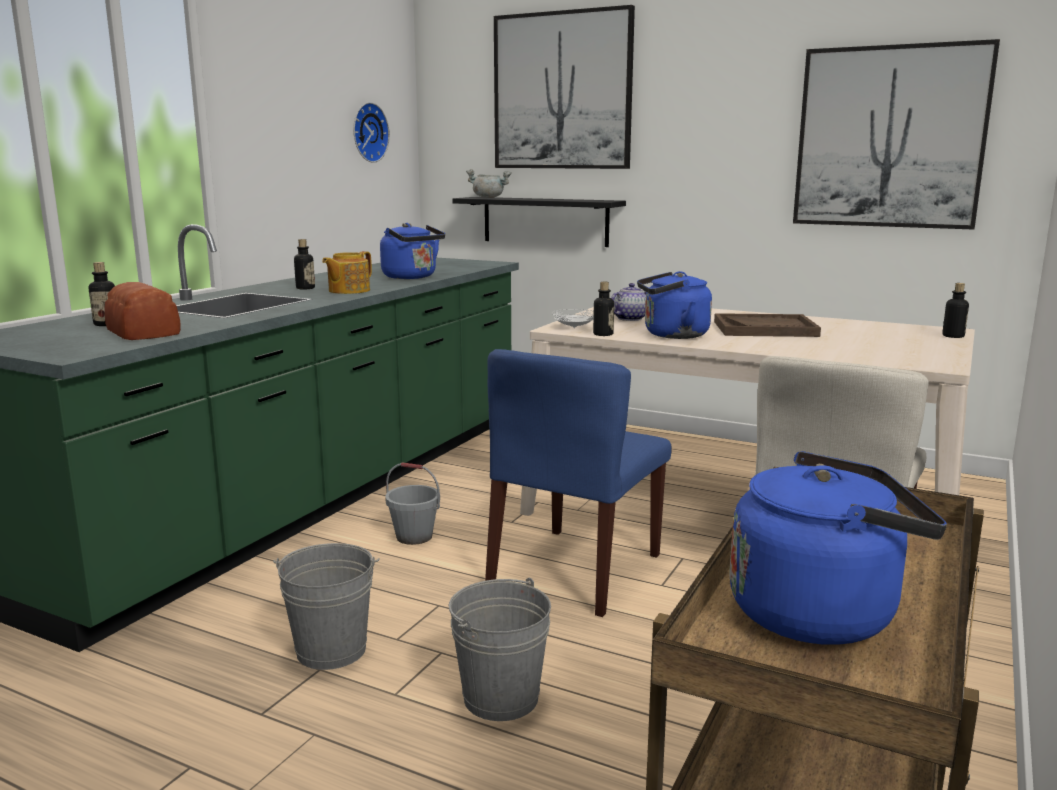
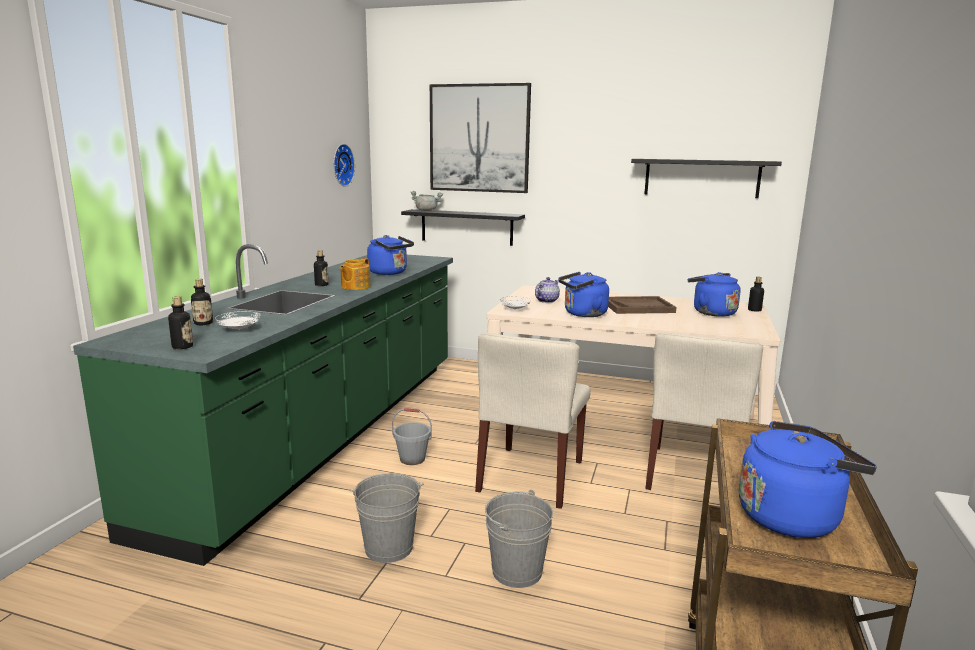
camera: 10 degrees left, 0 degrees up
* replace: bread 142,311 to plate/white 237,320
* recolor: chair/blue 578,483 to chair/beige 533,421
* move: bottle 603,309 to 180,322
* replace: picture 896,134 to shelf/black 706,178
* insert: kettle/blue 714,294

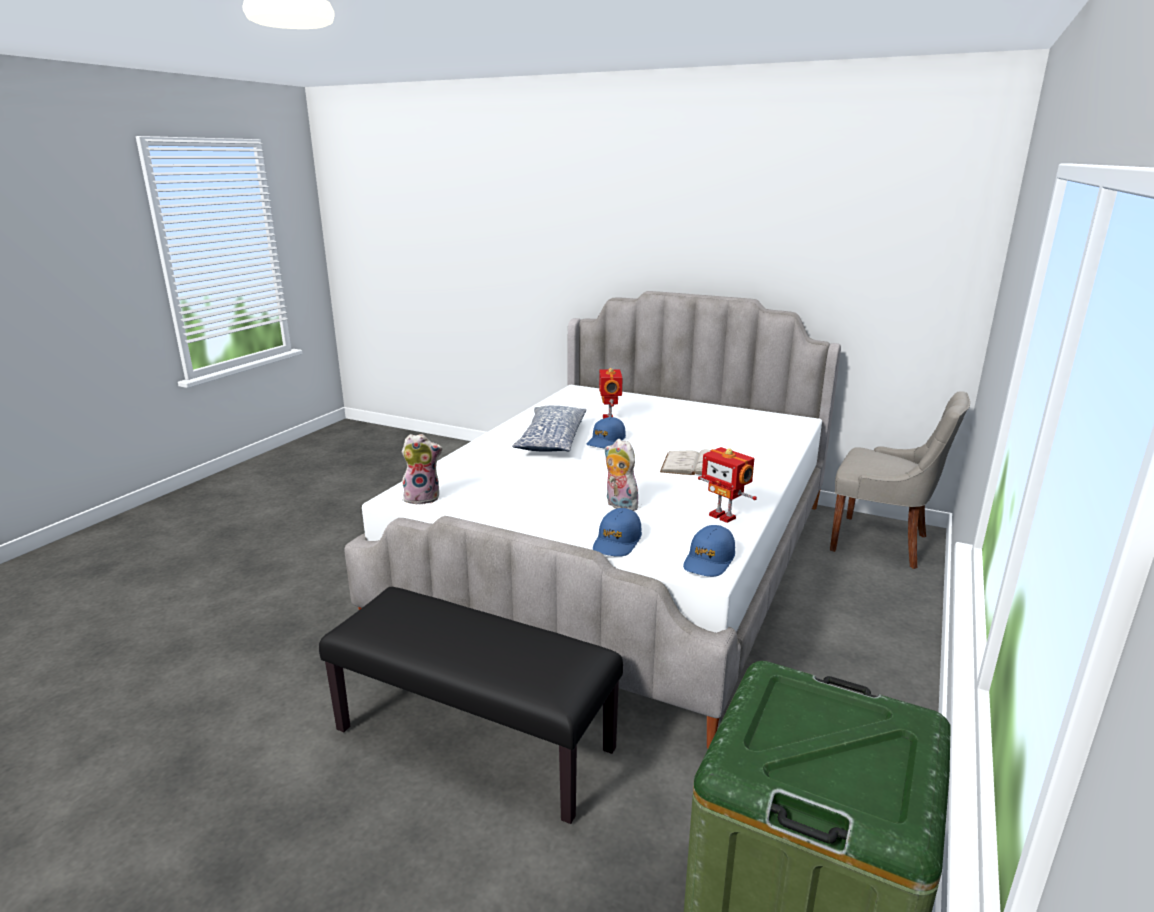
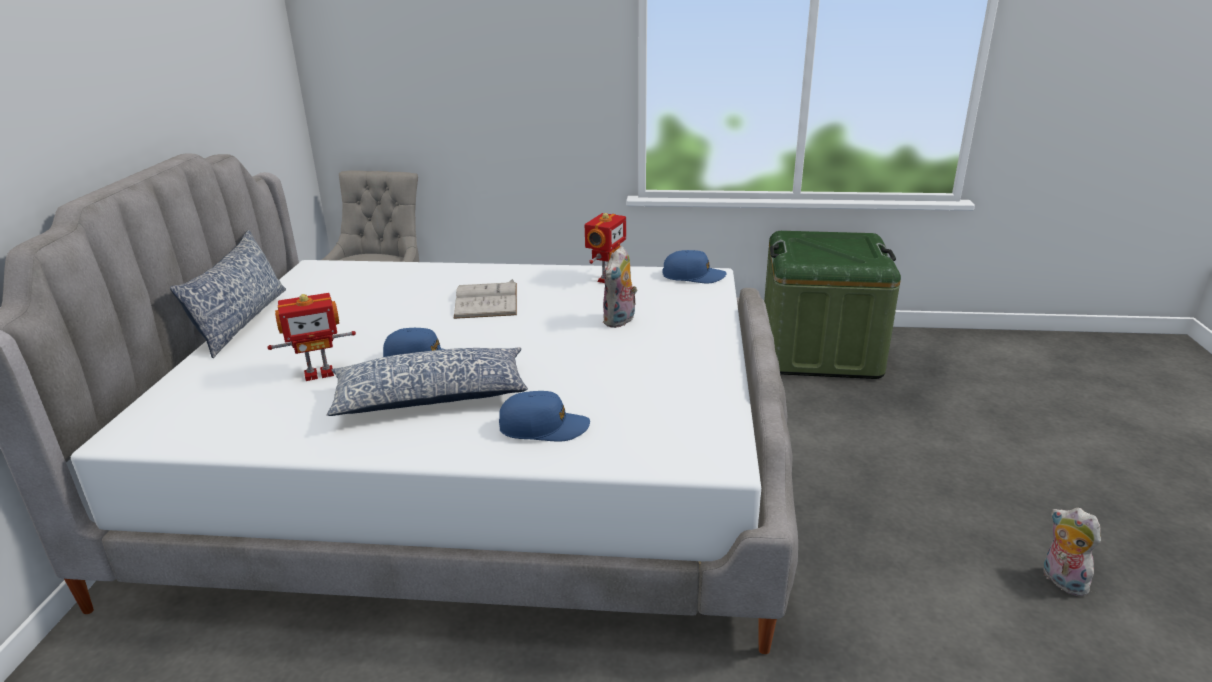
camera: 110 degrees left, 5 degrees up
* delete: bench/black 471,705
* move: plush toy 422,469 to 1072,552
* move: cap/blue 617,532 to 544,416
* insert: pillow 228,294

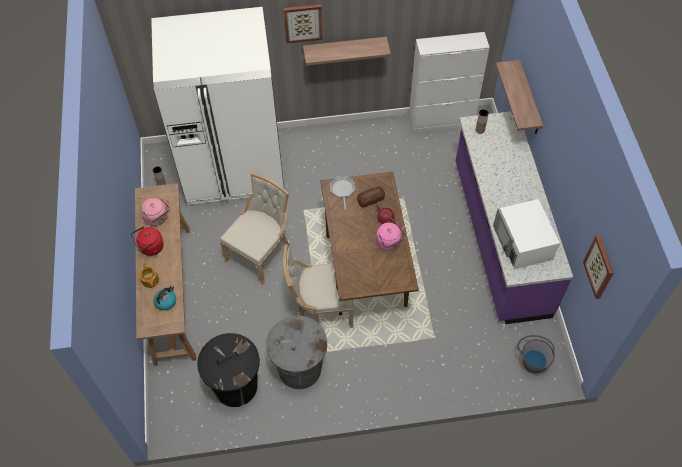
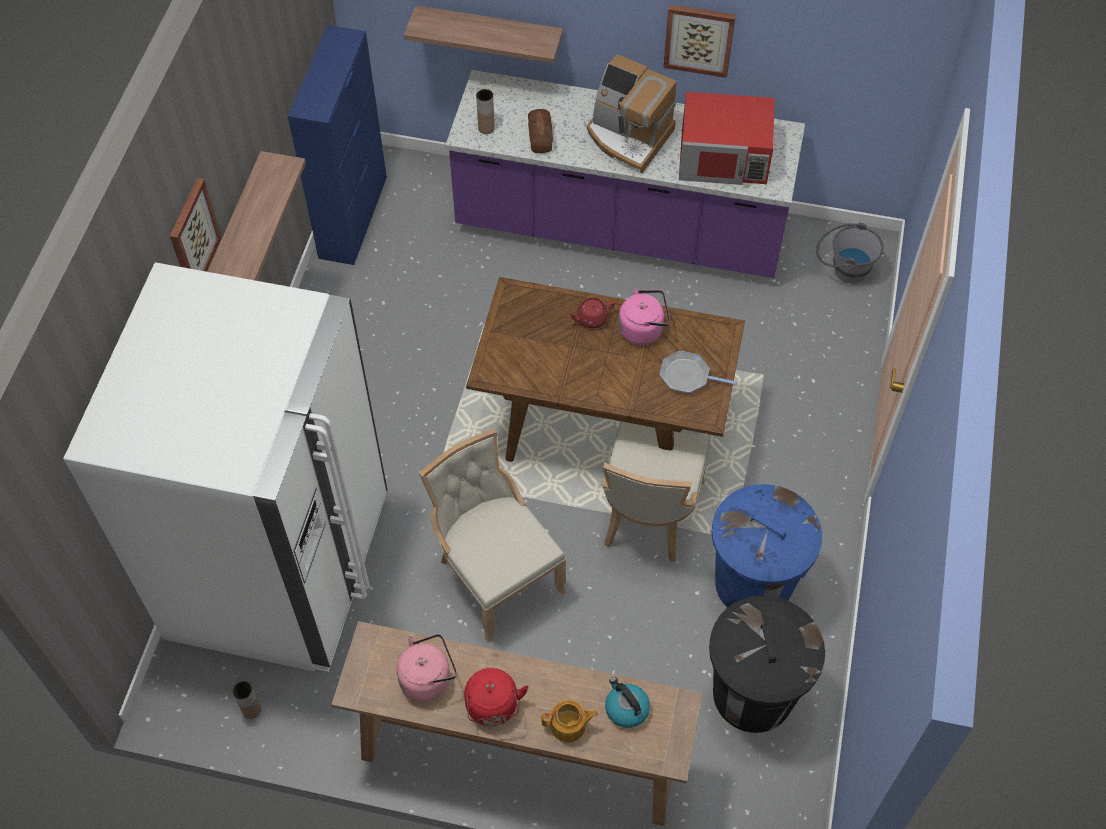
camera: 70 degrees left, 0 degrees up
* recolor: trash can/grey 296,352 to trash can/blue 767,546
* move: frying pan 342,193 to 699,372
* move: bread 371,197 to 540,131
* recolor: cabinet/white 449,82 to cabinet/blue 337,145
* recolor: microwave/white 526,234 to microwave/red 727,138
* move: picture 598,267 to 699,41
* insert: coffee machine 632,113

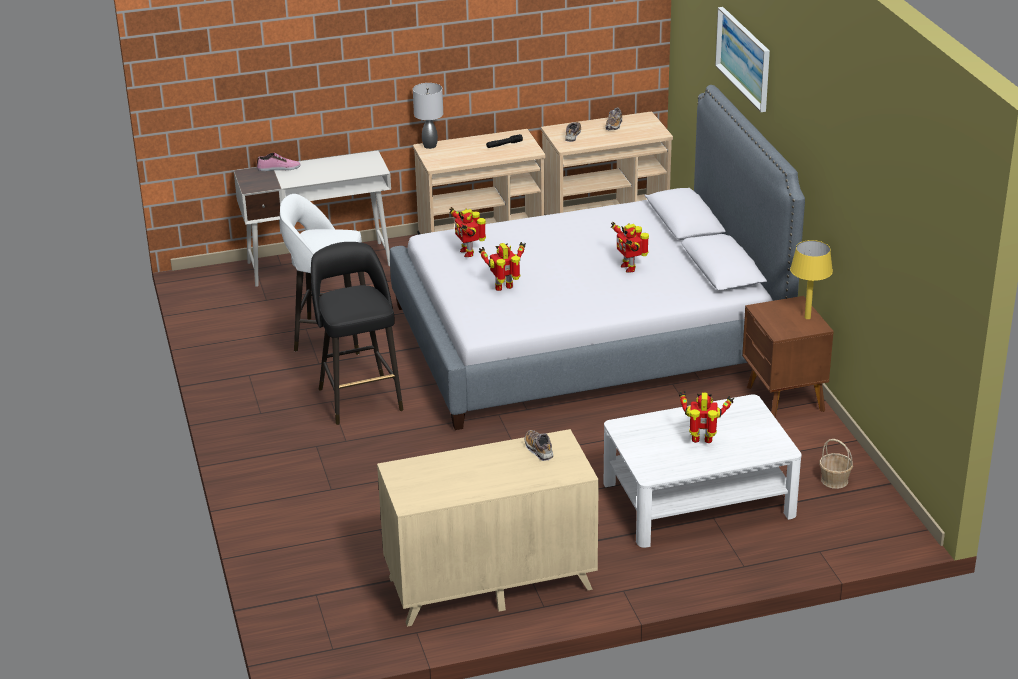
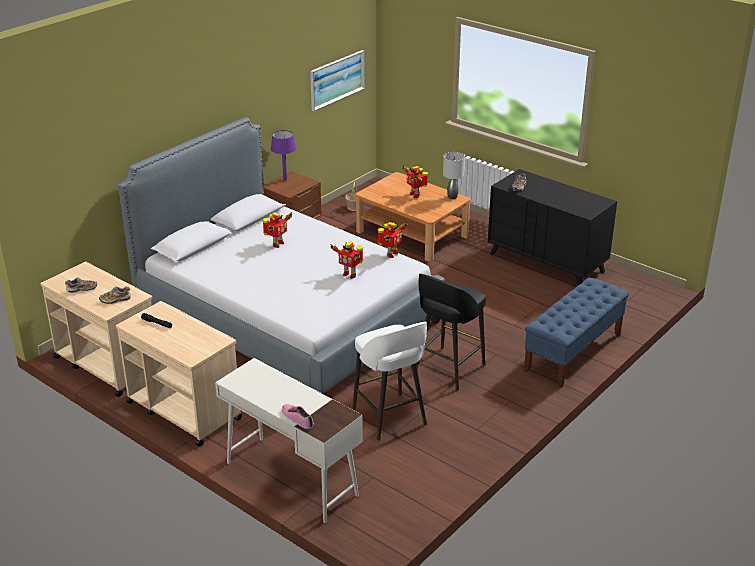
camera: 125 degrees left, 0 degrees up
* recolor: dresser/beige 488,528 to dresser/black 552,227
* move: table lamp/grey 428,116 to 454,175
* move: toy robot 467,232 to 392,240
* recolor: coffee table/white 703,471 to coffee table/brown 413,216
* move: picture 742,59 to 337,80
* recolor: table lamp/yellow 811,279 to table lamp/purple 284,155
* insert: bench/blue 576,333

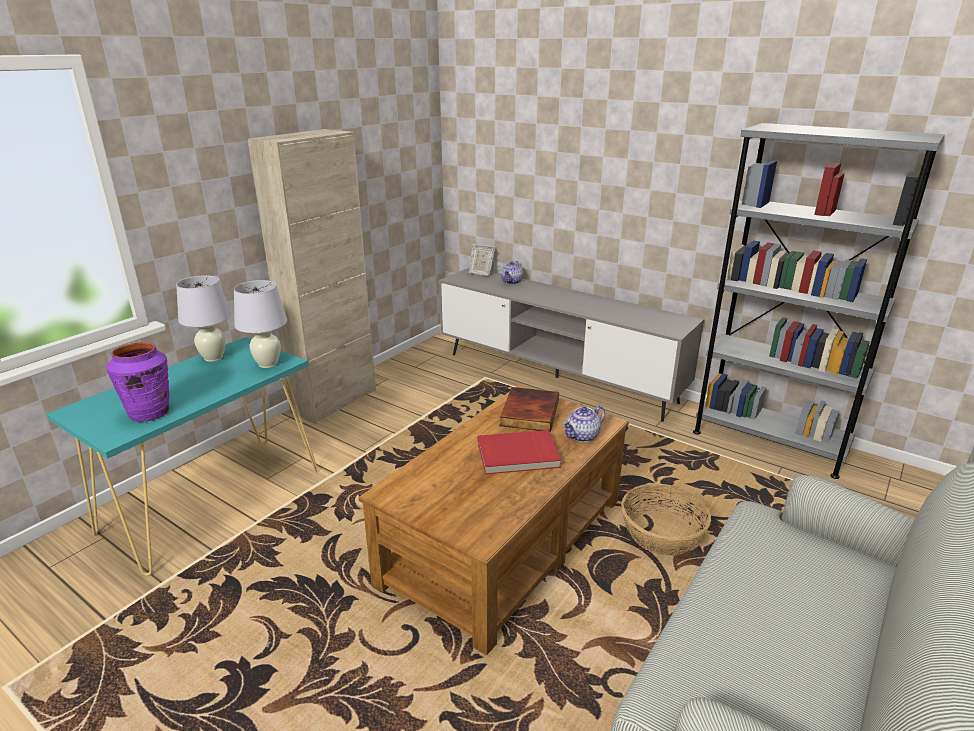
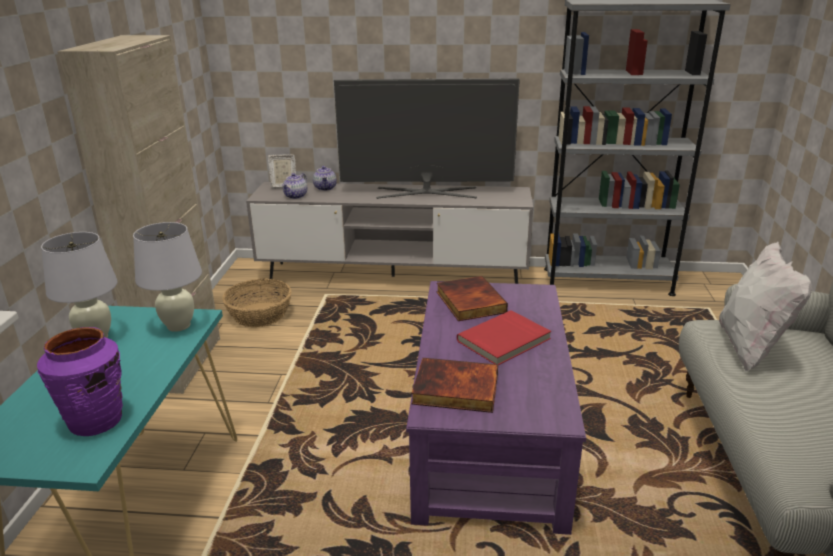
camera: 30 degrees left, 0 degrees up
* recolor: coffee table/brown 493,520 to coffee table/purple 496,408
* move: teapot 583,424 to 294,186
* move: basket 666,519 to 257,302
* insert: television 427,138
* insert: book 454,385
* insert: pillow/white 765,307

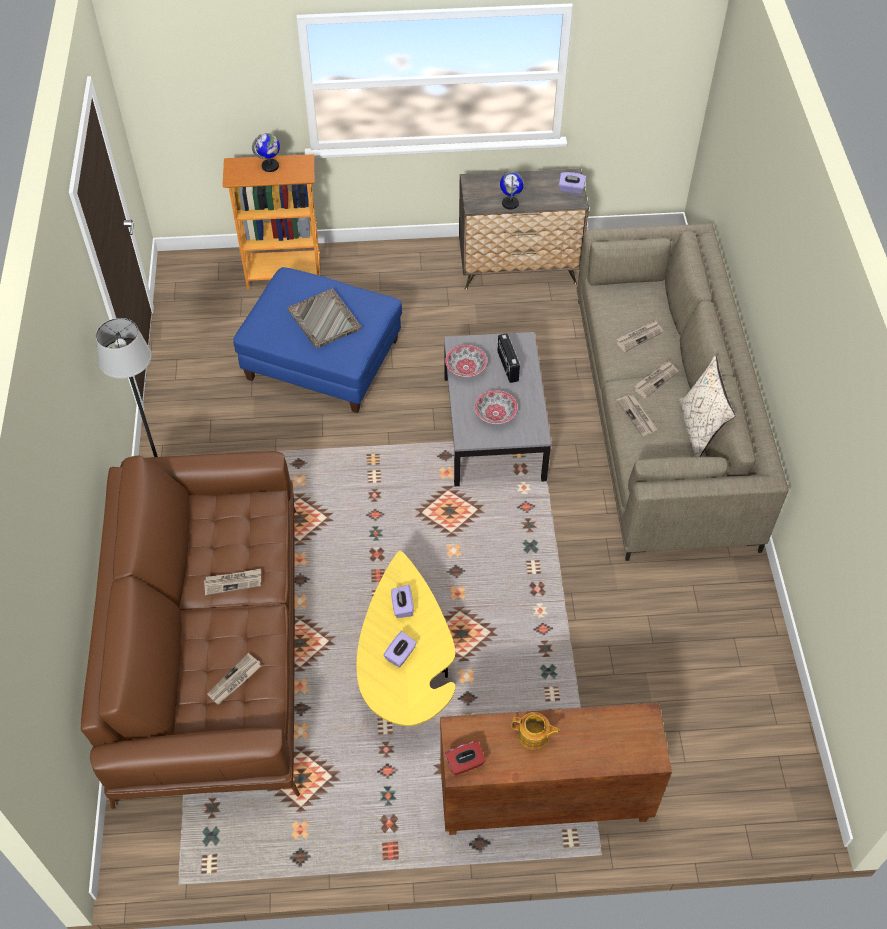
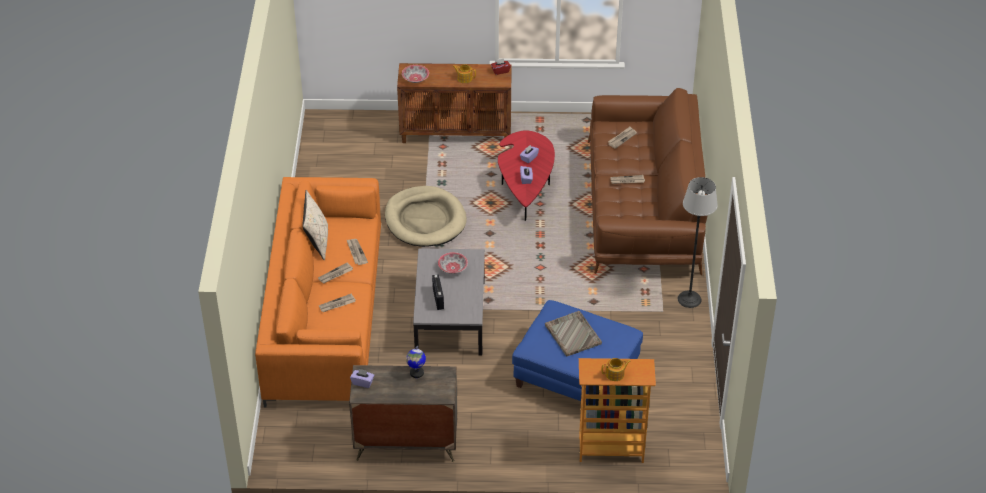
camera: 175 degrees left, 10 degrees down
* replace: globe 266,152 to teapot 616,369
* recolor: coffee table/yellow 406,638 to coffee table/red 526,175
* move: bowl 466,361 to 415,74
* recolor: sofa/beige 683,392 to sofa/orange 318,292
* insert: dog bed/beige 426,216

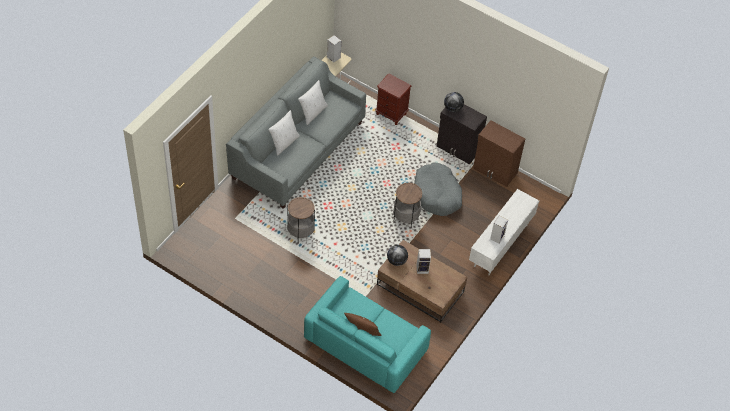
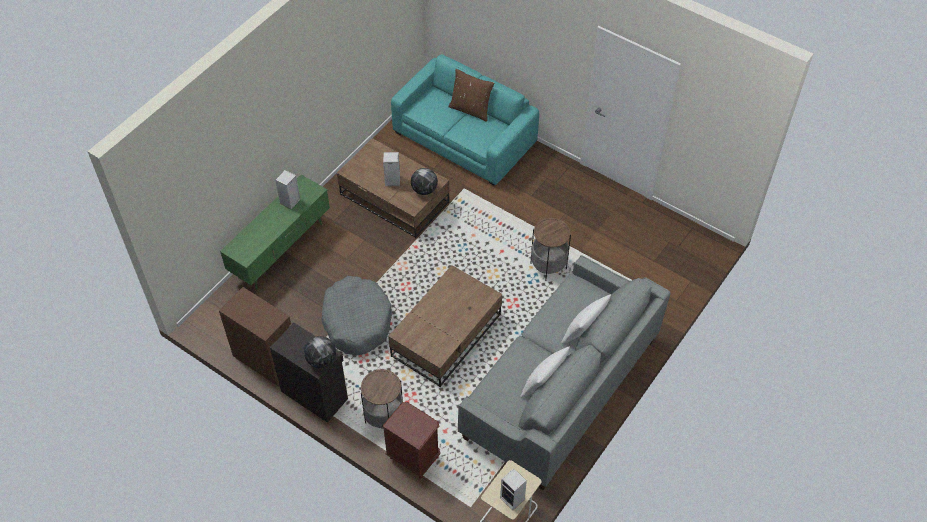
camera: 175 degrees left, 0 degrees up
* move: side table 407,205 to 382,398
* recolor: tv stand/white 504,232 to tv stand/green 275,232
* insert: coffee table/brown 445,326

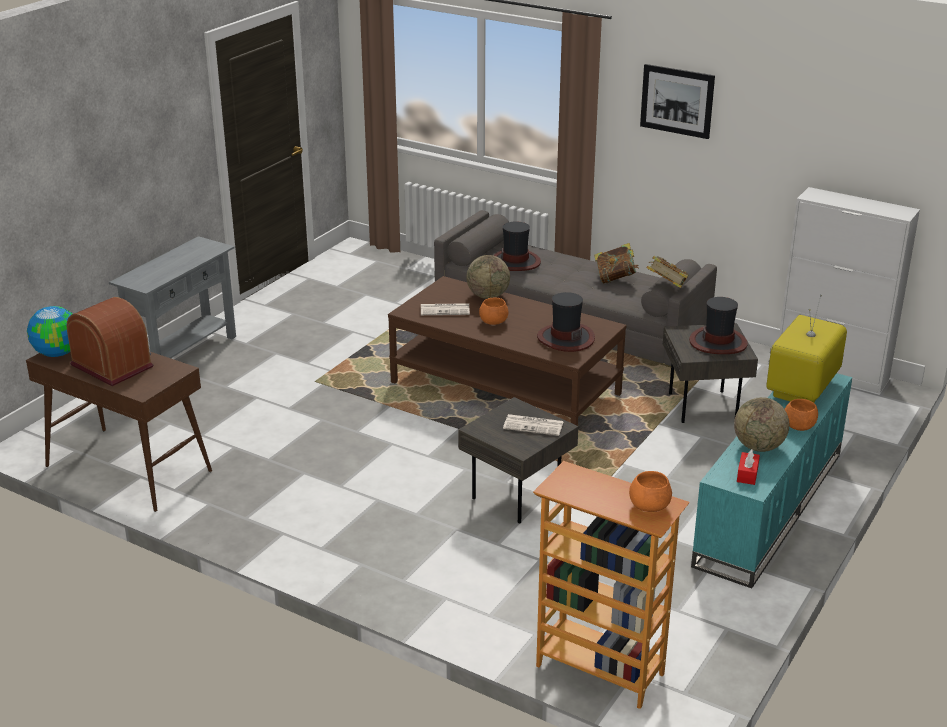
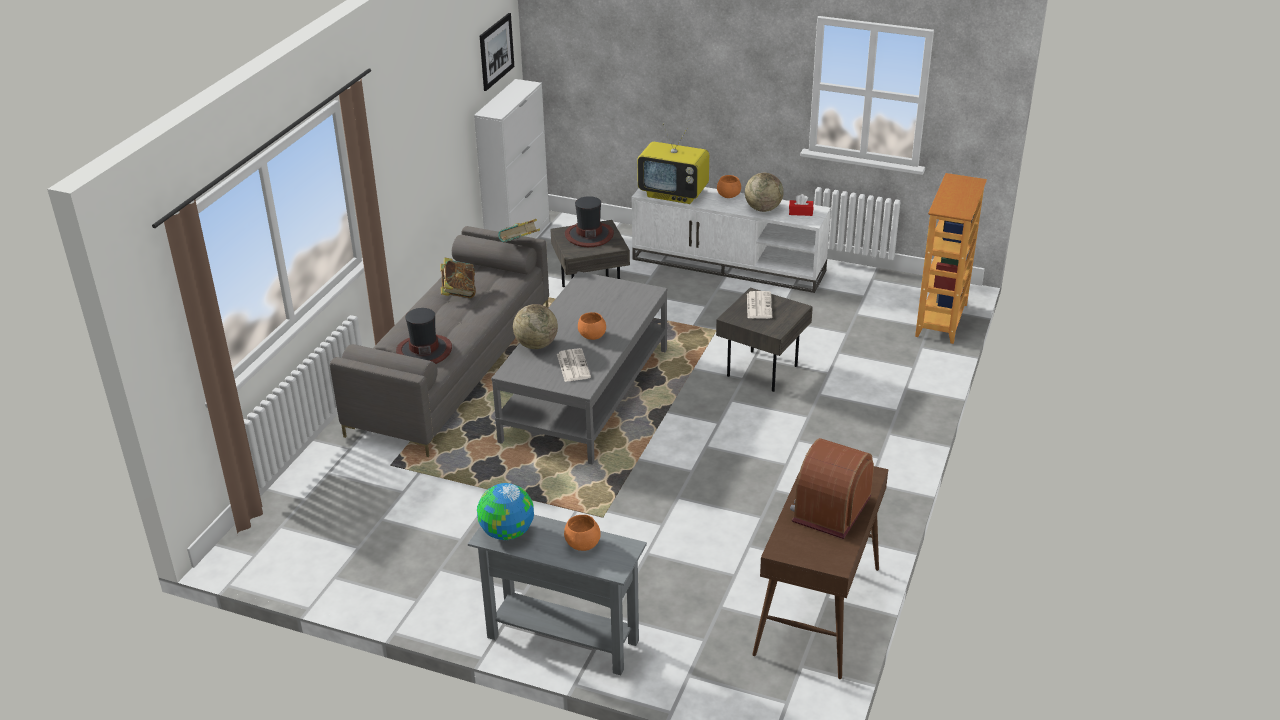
camera: 100 degrees left, 5 degrees up
* move: globe 49,331 to 505,511
* recolor: coffee table/brown 507,351 to coffee table/grey 579,368
* delete: hat 566,322
* move: bowl/orange 650,491 to 582,533
* move: picture 677,101 to 497,52
* recolor: tv stand/turquoise 771,480 to tv stand/white 731,240

